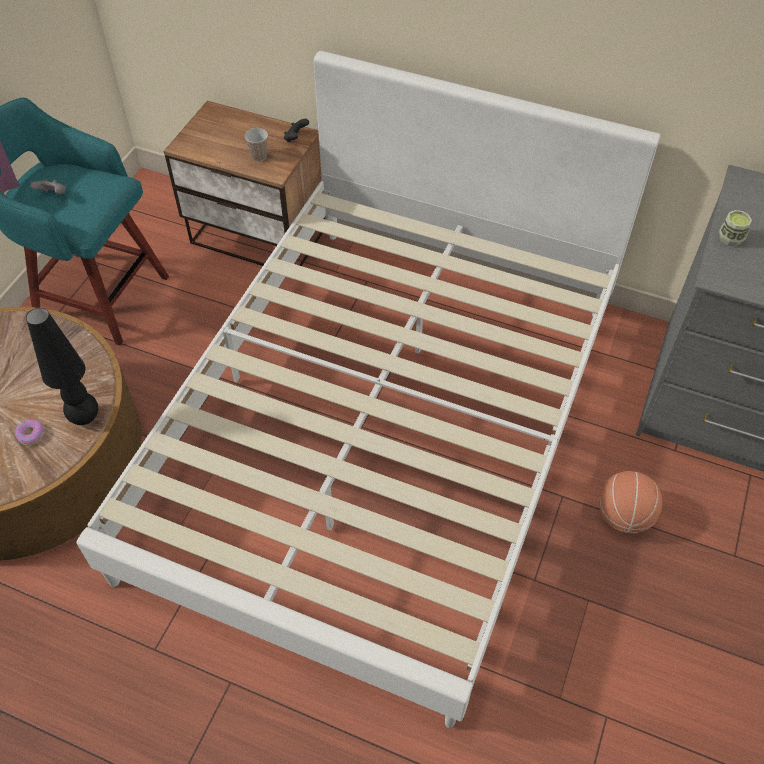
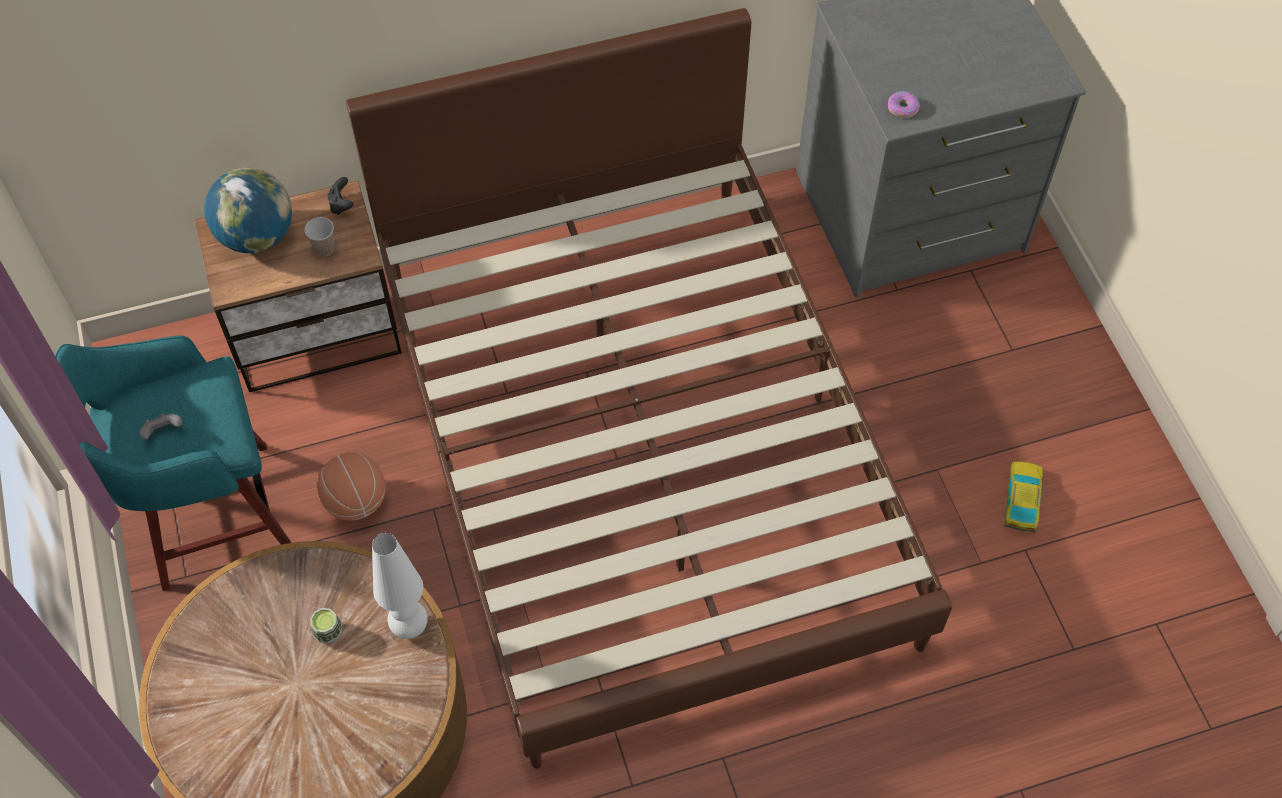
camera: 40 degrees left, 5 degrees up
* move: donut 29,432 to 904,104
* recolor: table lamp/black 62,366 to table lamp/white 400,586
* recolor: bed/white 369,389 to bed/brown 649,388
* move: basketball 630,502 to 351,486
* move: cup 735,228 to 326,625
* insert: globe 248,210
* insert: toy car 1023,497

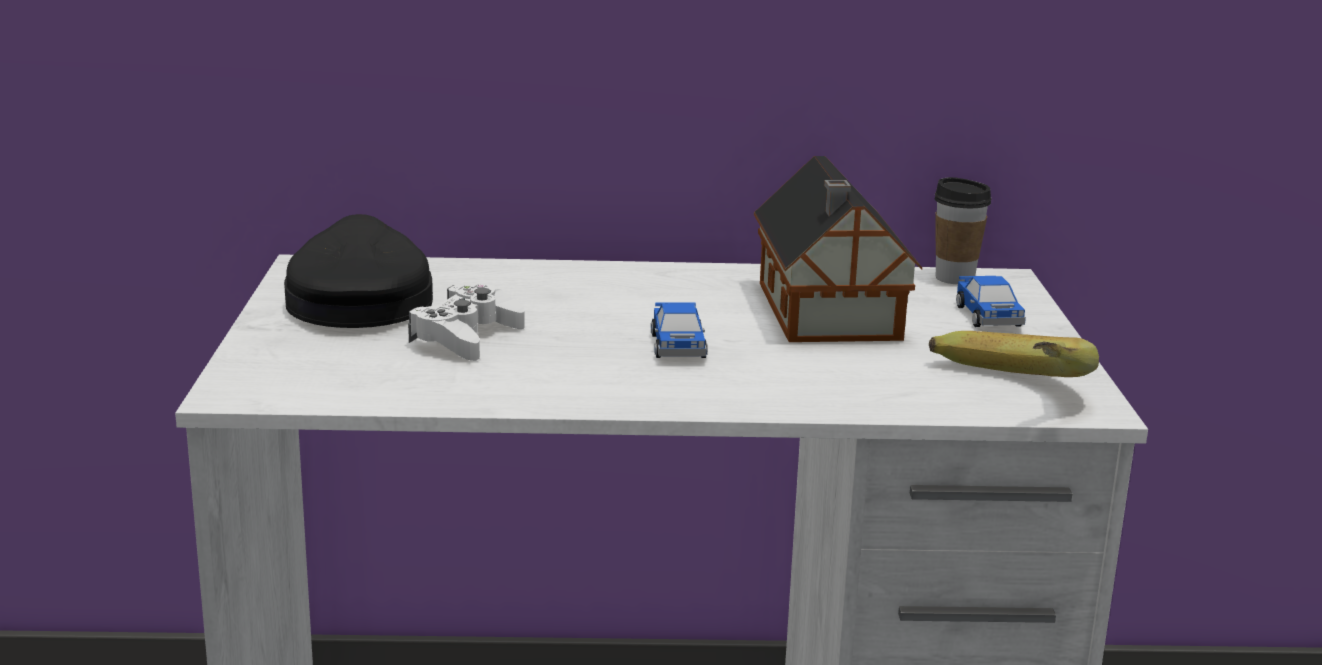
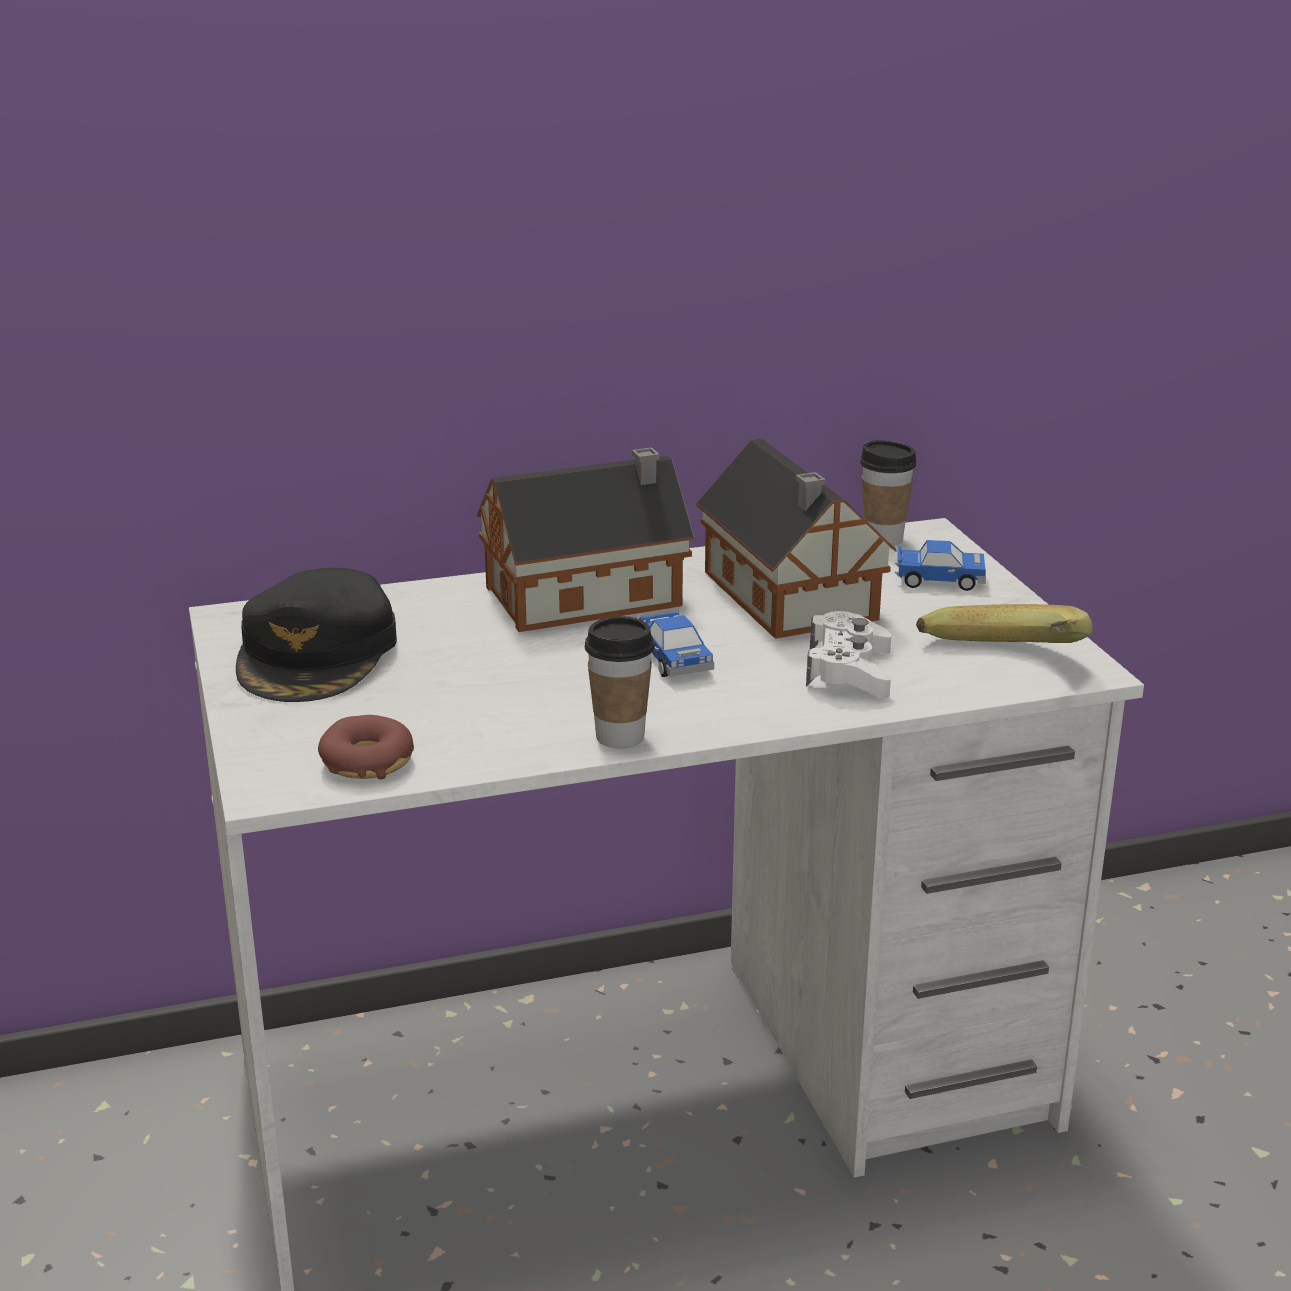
camera: 15 degrees left, 5 degrees up
* rotate: cap/black 358,271 = 316,635 150 degrees counterclockwise
* move: game controller/white 466,322 to 848,654
* rotate: toy car 991,301 = 940,565 60 degrees counterclockwise
* insert: donut 366,747
* insert: toy house 585,539
* insert: cup 620,682

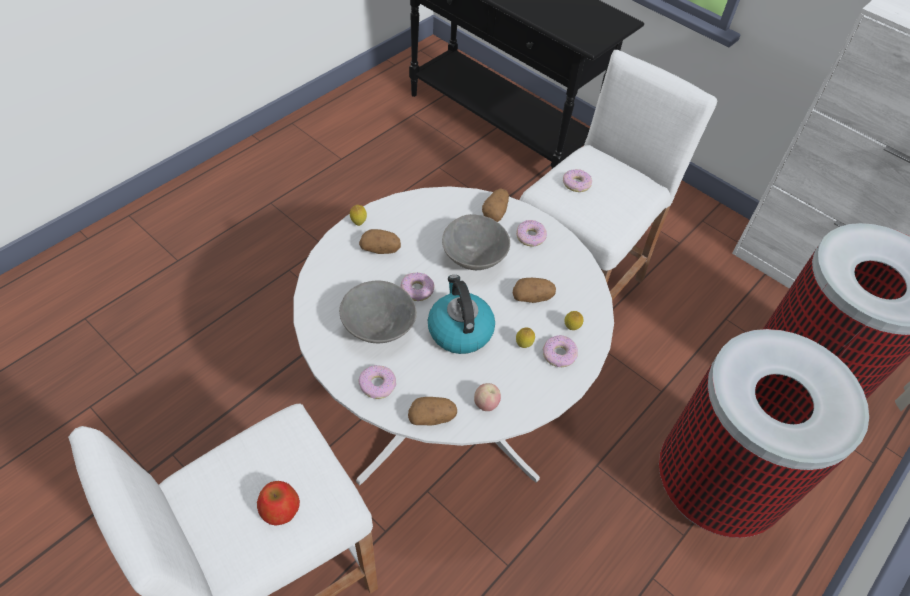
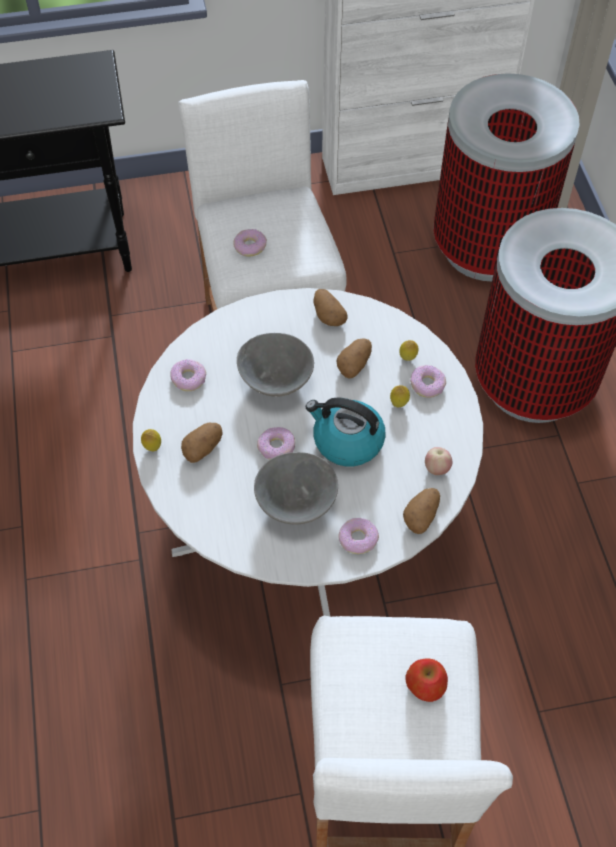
camera: 50 degrees left, 5 degrees up
* move: potato 495,205 to 330,307
* move: donut 531,233 to 188,375

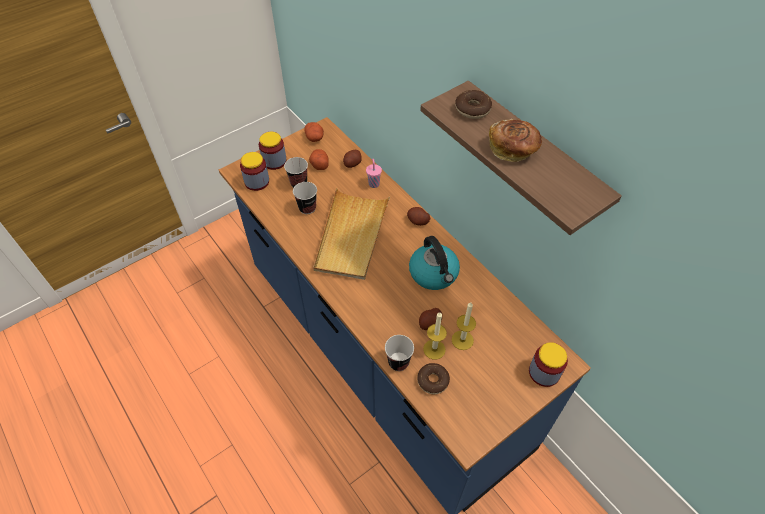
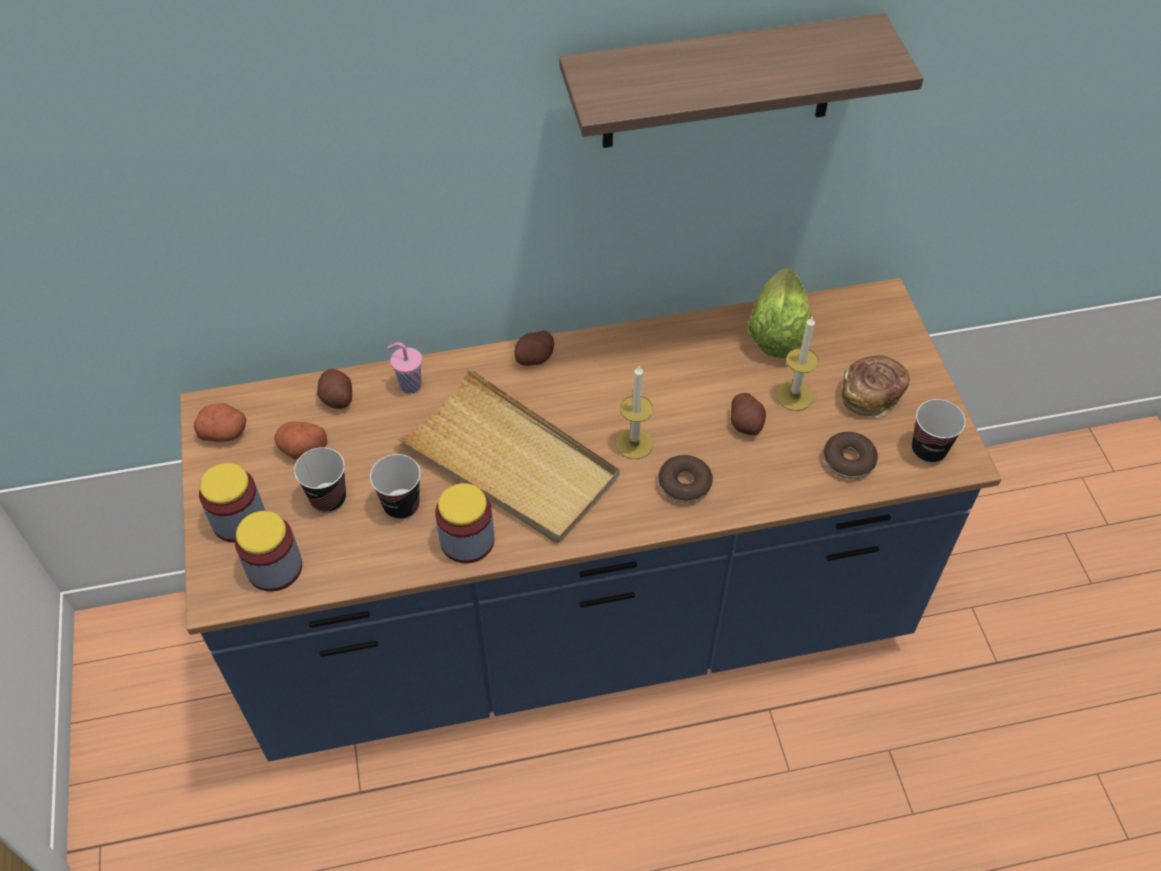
camera: 65 degrees left, 0 degrees up
* move: cup 399,353 to 939,431
* delete: kettle 434,263
* move: candle 435,336 to 634,412
* move: donut 473,104 to 685,479
* move: bread 515,140 to 876,386
* move: jar 548,364 to 465,523
* insert: lettuce 779,313

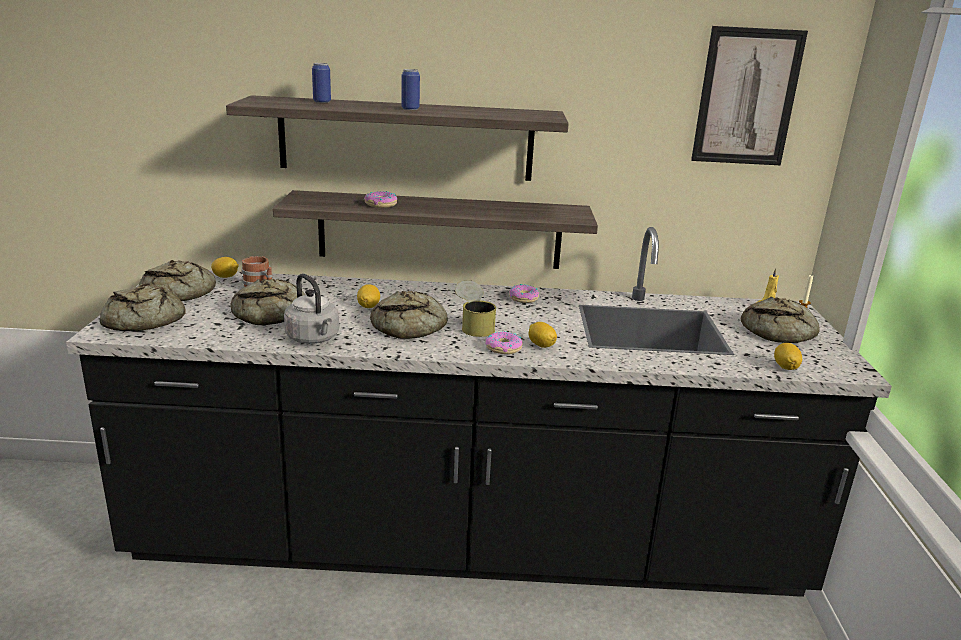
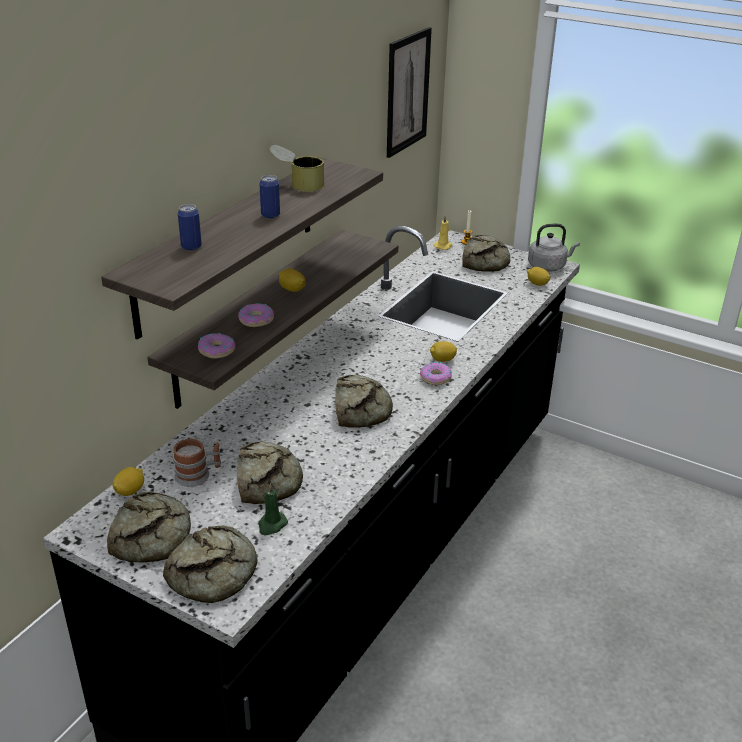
camera: 60 degrees left, 10 degrees up
* move: kettle/grey 311,309 to 554,248
* move: lemon 368,296 to 292,280
* move: can 475,308 to 296,168
* move: donut 524,293 to 216,346
* insert: candle/green 273,509

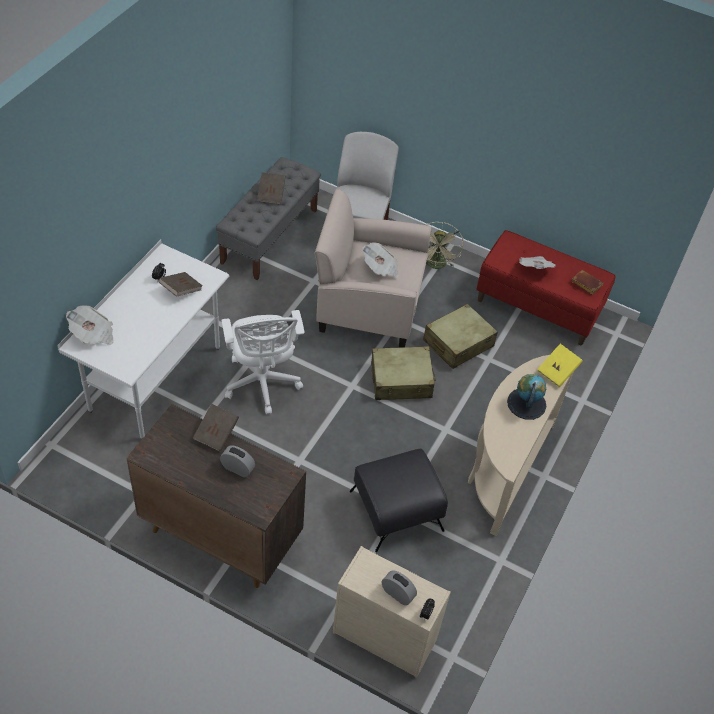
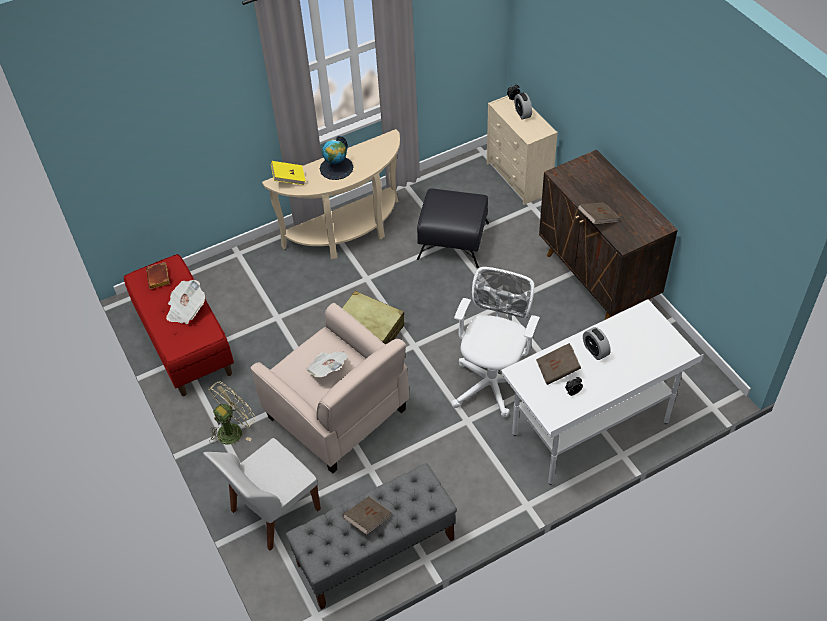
camera: 140 degrees left, 0 degrees up
* delete: newspaper 89,325
* move: alarm clock 237,461 to 597,343
* delete: suitcase/beige 460,336

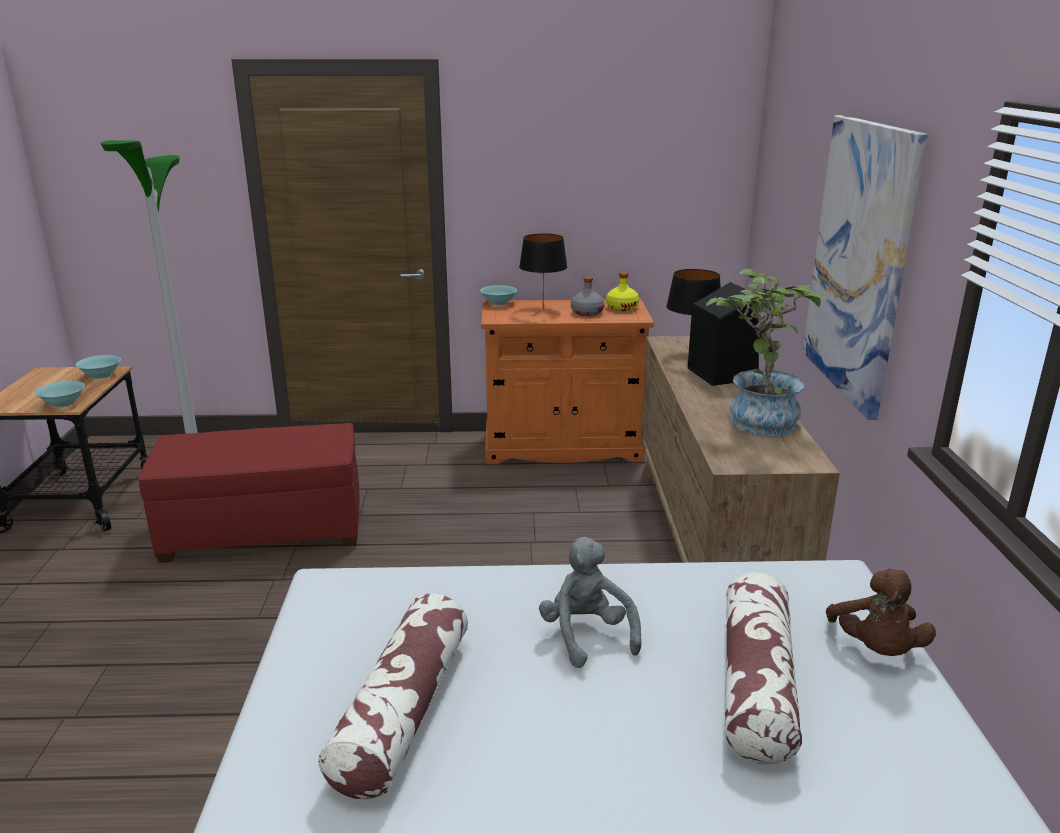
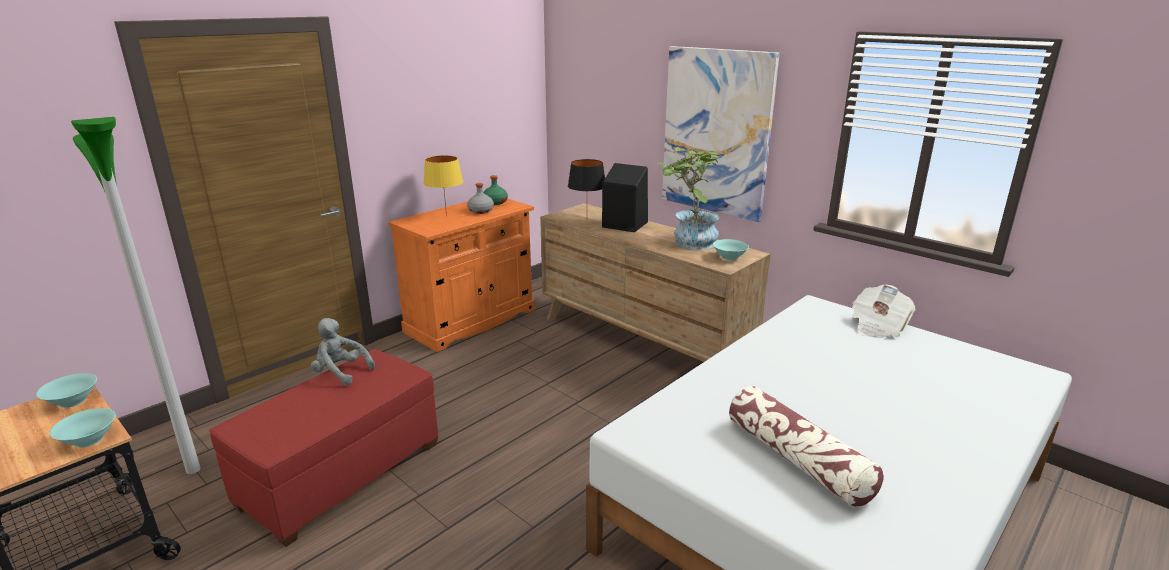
camera: 45 degrees left, 0 degrees up
* move: bowl/turquoise 498,295 to 731,249
* recolor: table lamp/black 543,265 to table lamp/yellow 443,186
* move: plush toy/grey 590,602 to 343,351
* recolor: bottle/yellow 622,291 to bottle/green 495,190
* delete: pillow 763,668
* replace: plush toy/brown 881,612 to newspaper 884,310

